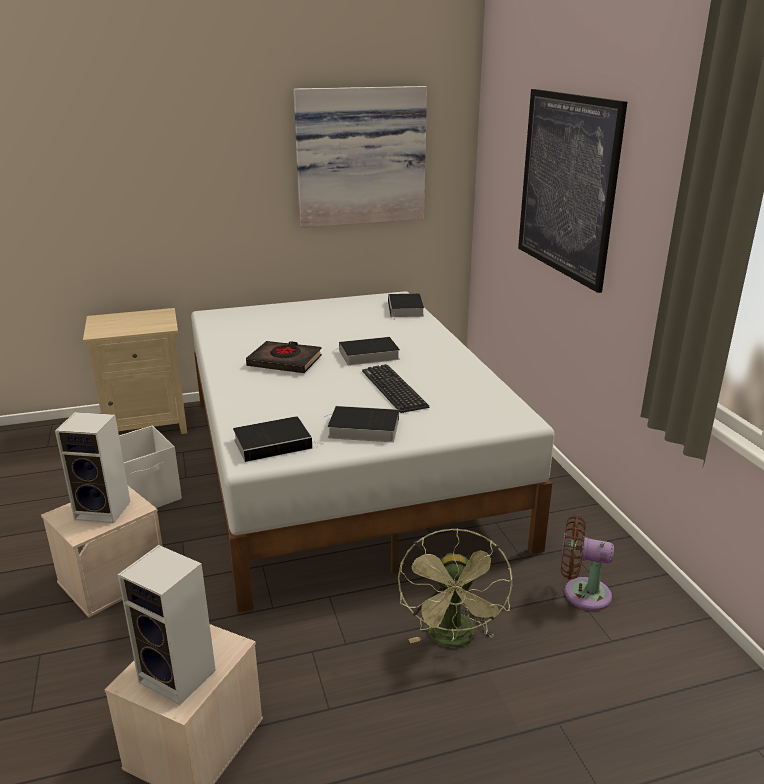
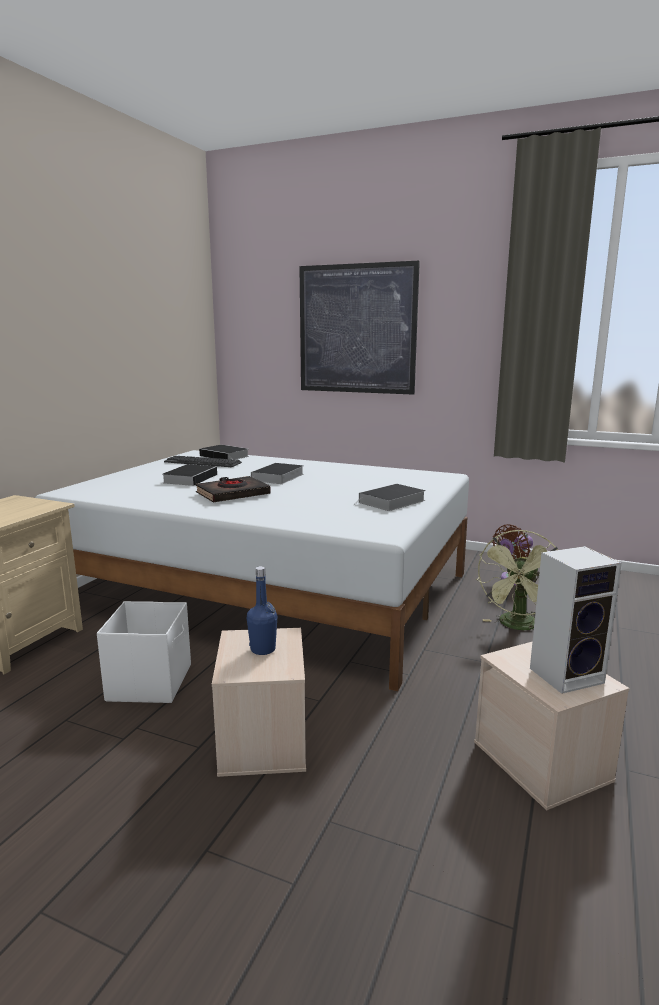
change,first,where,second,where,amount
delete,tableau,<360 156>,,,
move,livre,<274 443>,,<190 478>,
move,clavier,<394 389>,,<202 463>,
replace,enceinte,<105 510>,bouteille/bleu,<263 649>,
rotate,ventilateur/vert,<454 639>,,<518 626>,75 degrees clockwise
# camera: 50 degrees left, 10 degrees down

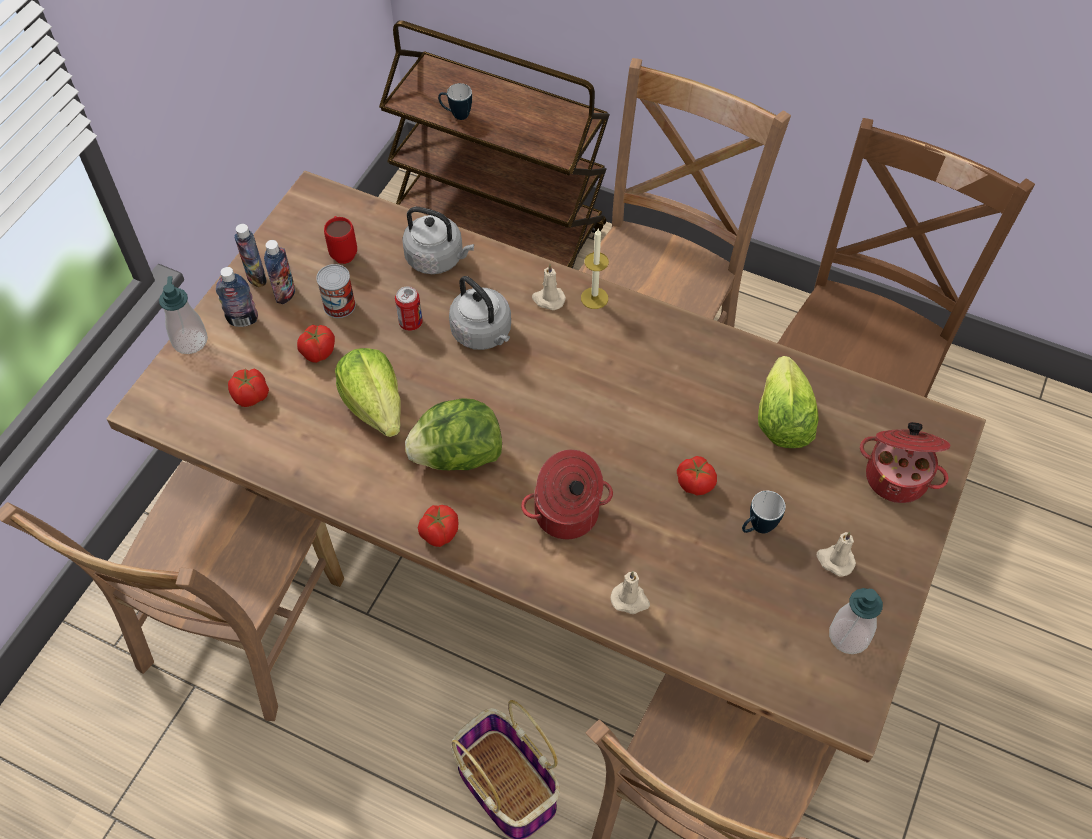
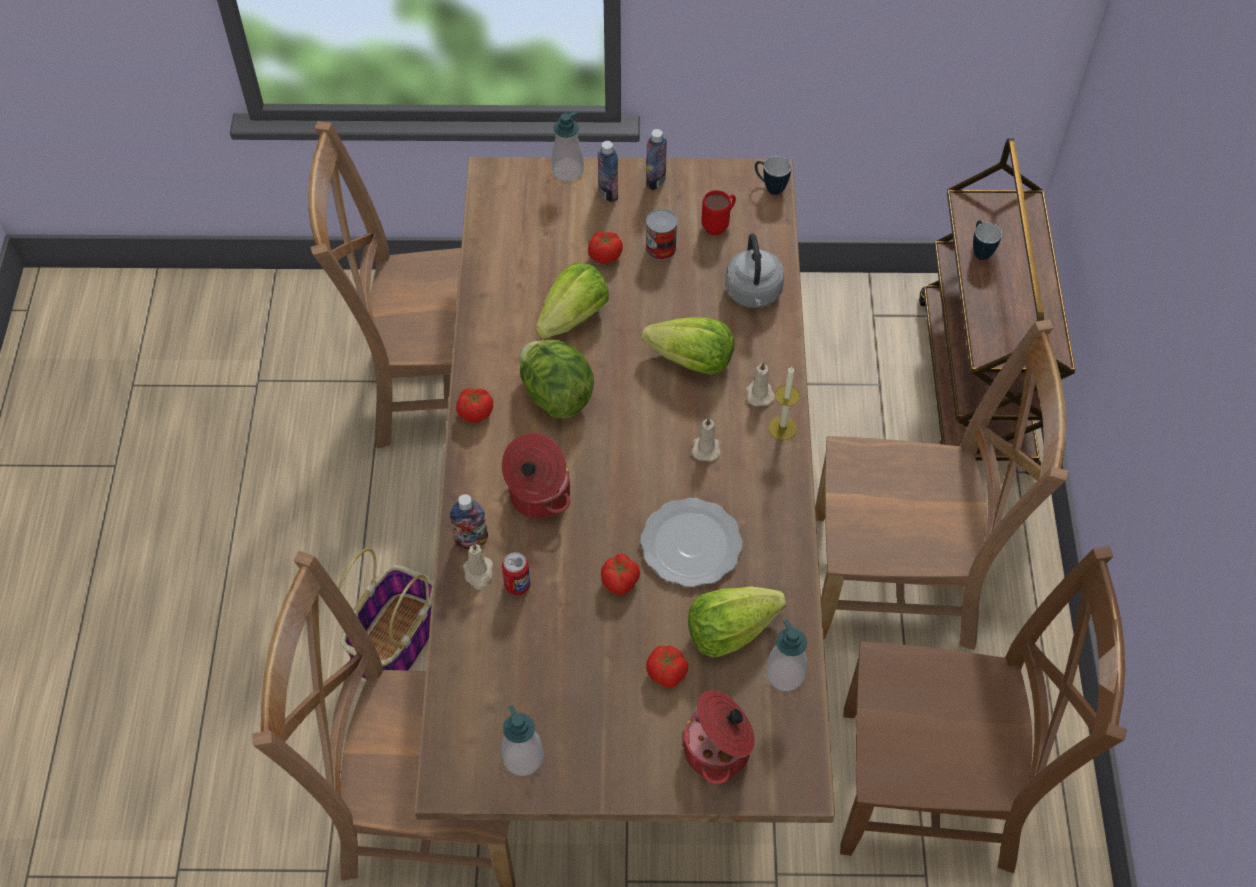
change,first,where,second,where,amount
insert,,,assiette,<692 546>,
insert,,,distributeur de savon,<785 674>,
move,tomate,<252 396>,,<667 674>,
move,bouteille,<285 293>,,<471 541>,
move,boîte métallique,<410 323>,,<517 585>,
move,mug,<757 528>,,<770 187>,
move,bougie/beige,<835 560>,,<706 447>,
replace,bouilloire/gris,<483 334>,laitue,<691 361>,
# camera: 65 degrees right, 0 degrees up

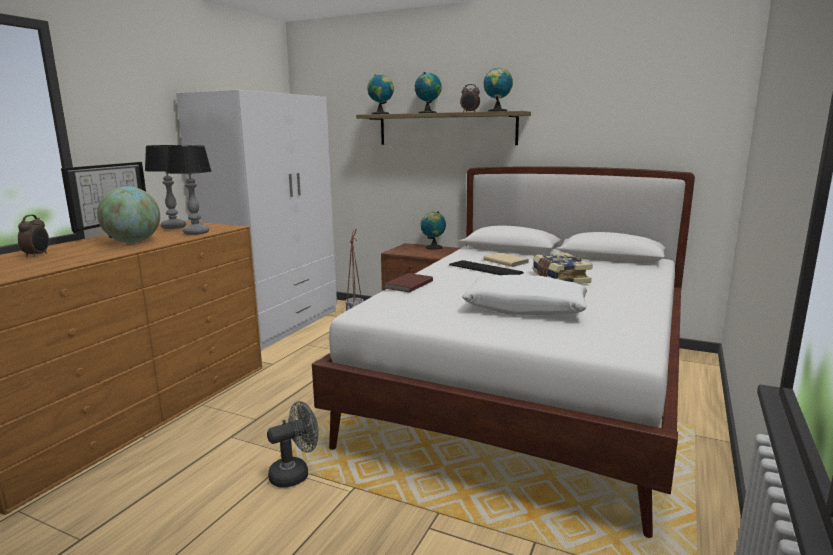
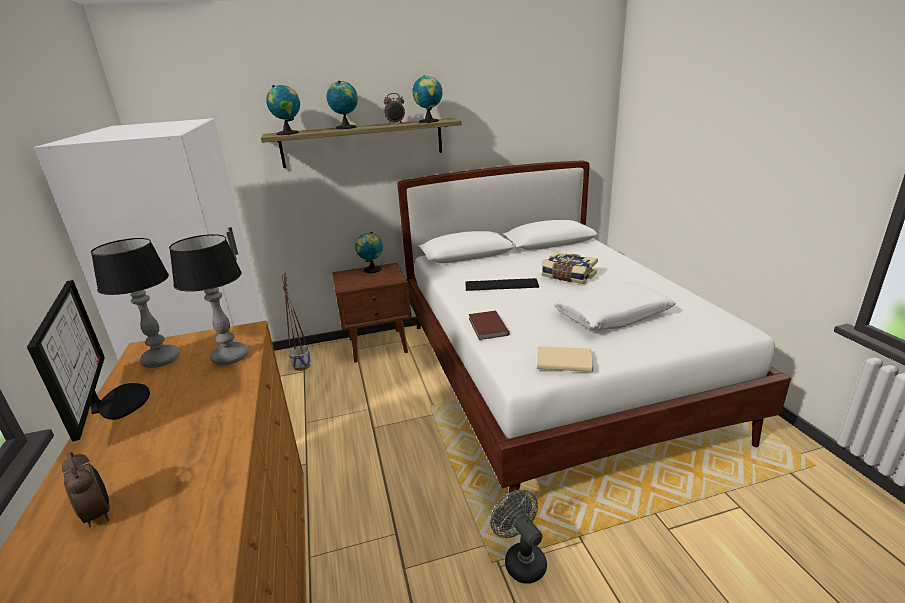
change,first,where,second,where,amount
delete,globe,<133 242>,,,
move,livre/beige,<506 261>,,<563 360>,
rotate,ventilateur/gris,<295 474>,,<521 559>,45 degrees counterclockwise
# camera: 40 degrees left, 10 degrees up

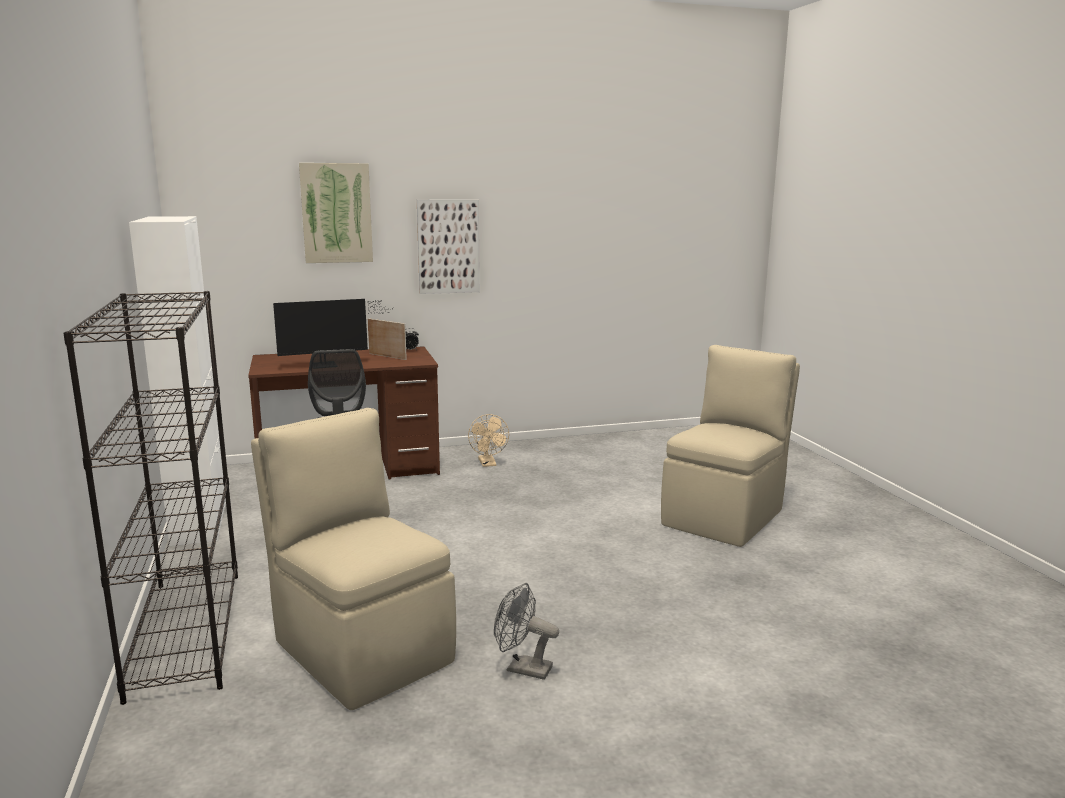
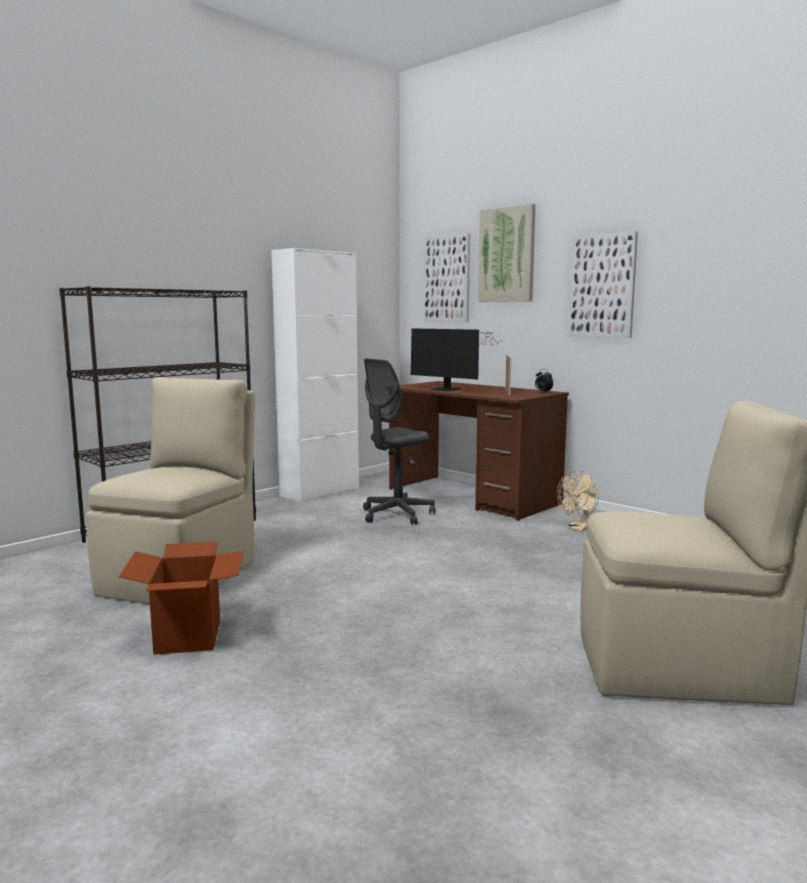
change,first,where,second,where,amount
insert,,,tableau,<447 279>,
replace,ventilateur/gris,<522 668>,carton,<188 636>,
# camera: 60 degrees right, 5 degrees down

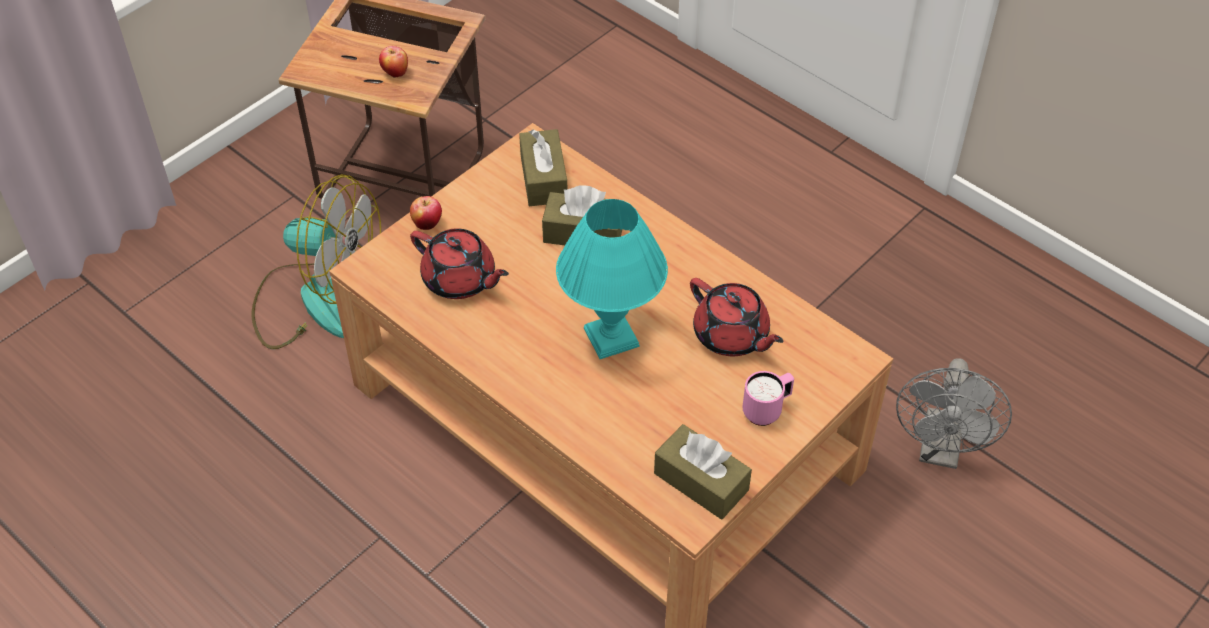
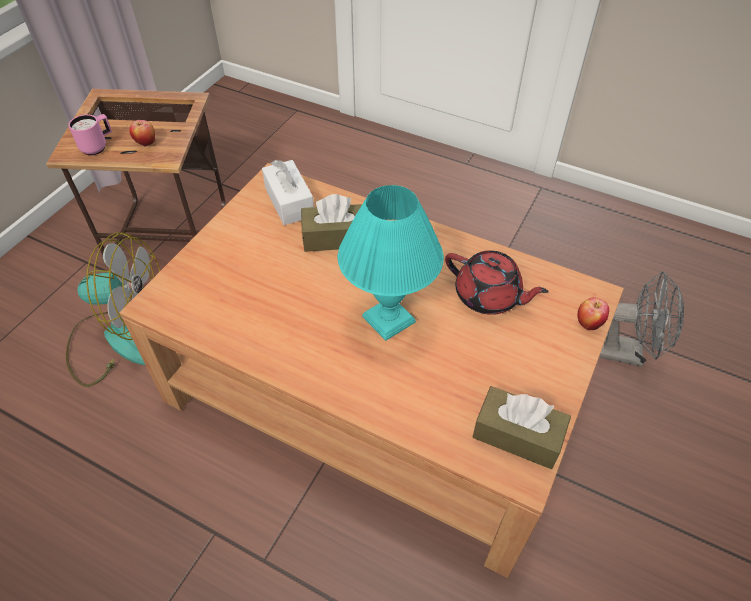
change,first,where,second,where,amount
delete,théière/rouge,<460 280>,,,
move,pomme,<427 224>,,<588 323>,
move,mug/rose,<767 410>,,<98 147>,
recolor,boîte à mouchoirs/marron,<543 178>,boîte à mouchoirs/blanc,<289 202>,
rotate,ventilateur/gris,<940 450>,,<626 352>,75 degrees counterclockwise
# camera: 15 degrees left, 0 degrees up

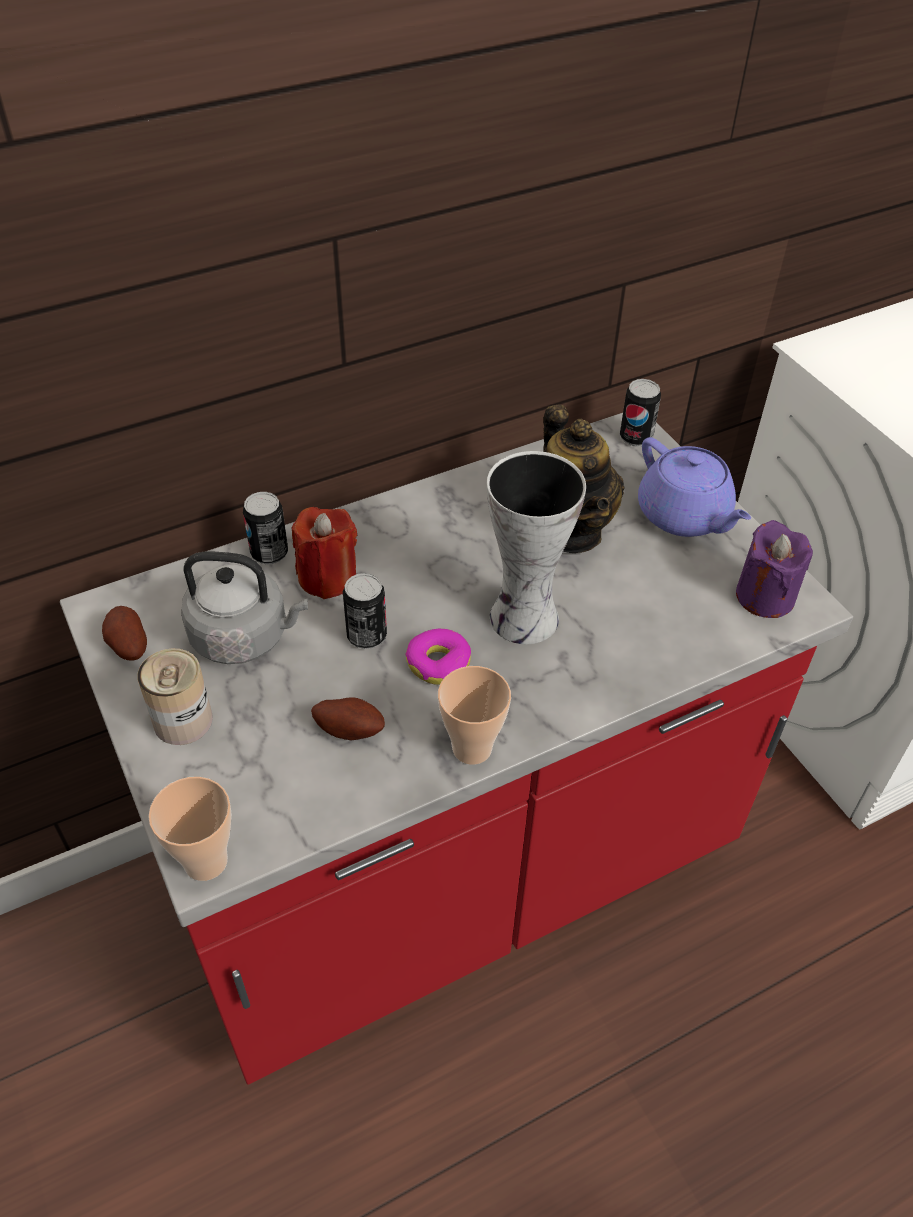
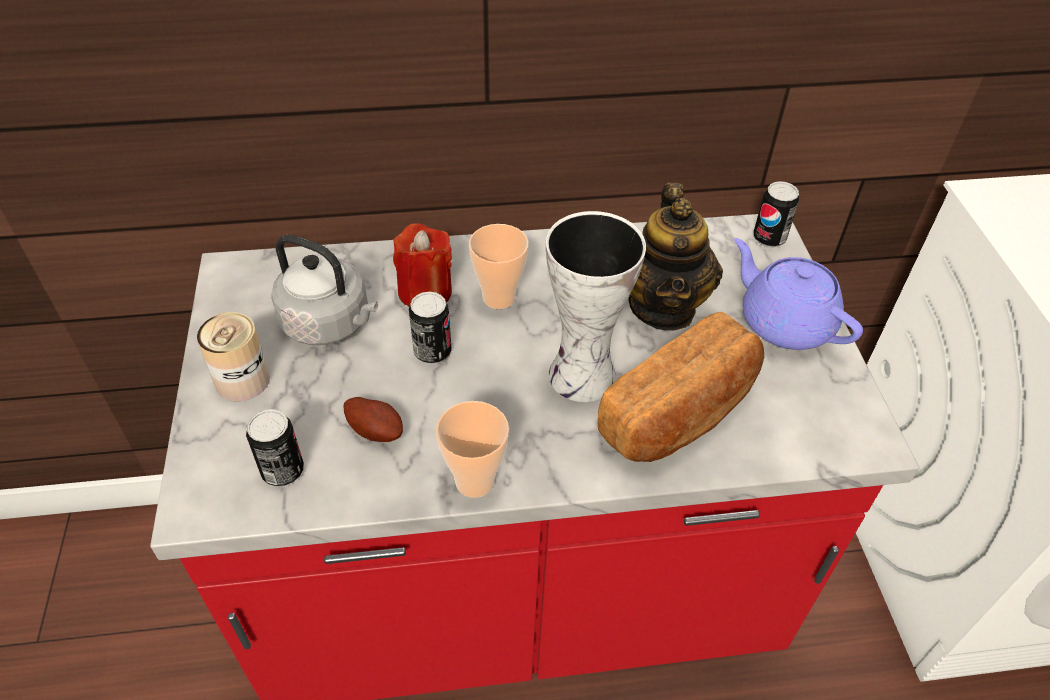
change,first,where,second,where,amount
delete,pomme de terre,<128 646>,,,
delete,beignet,<439 663>,,,
delete,bougie/violet,<765 596>,,,
insert,,,pain,<680 413>,
move,tasse,<205 861>,,<499 298>,
move,boîte métallique,<269 553>,,<283 471>,
rotate,théière/violet,<684 516>,,<784 322>,150 degrees clockwise
# camera: 20 degrees right, 0 degrees up

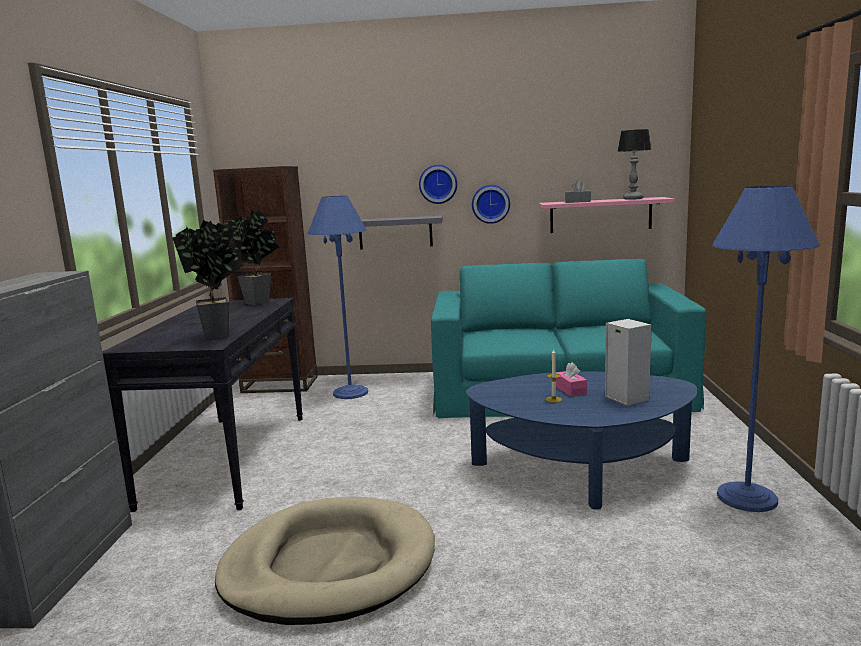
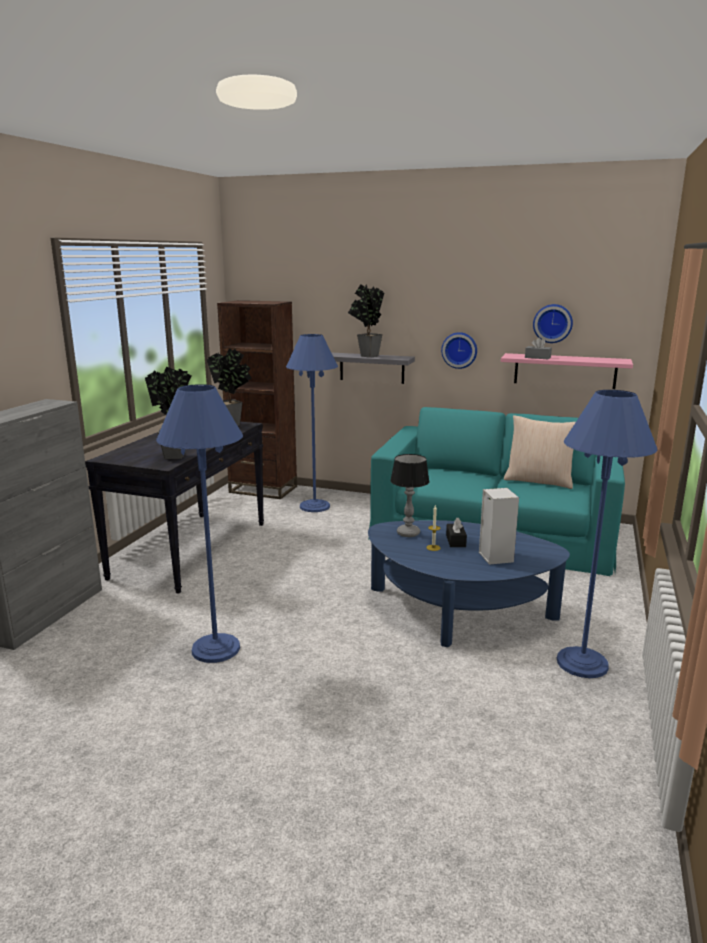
change,first,where,second,where,amount
insert,,,plante en pot,<366 356>,
insert,,,coussin/beige,<539 481>,
move,horloge murale,<438 184>,,<552 323>,
move,lampe de table,<633 199>,,<408 533>,
replace,panier pour chien/beige,<329 566>,lampadaire/bleu,<215 649>,
recolor,boîte à mouchoirs/rose,<570 390>,boîte à mouchoirs/noir,<455 541>,
# camera: 15 degrees right, 5 degrees up

